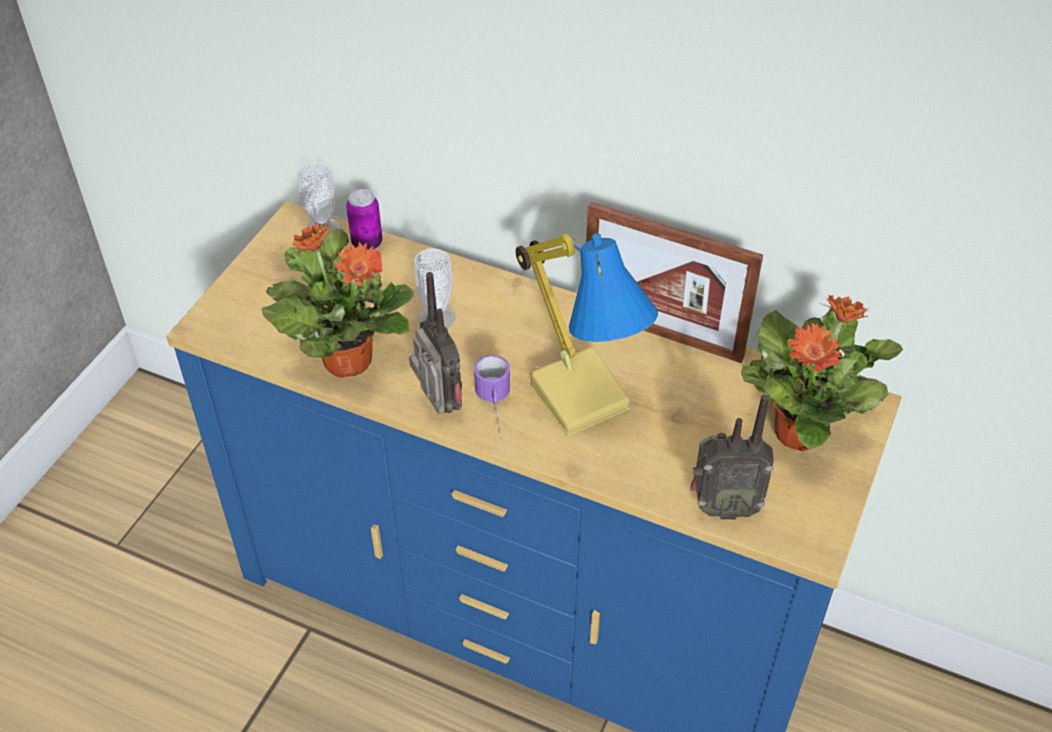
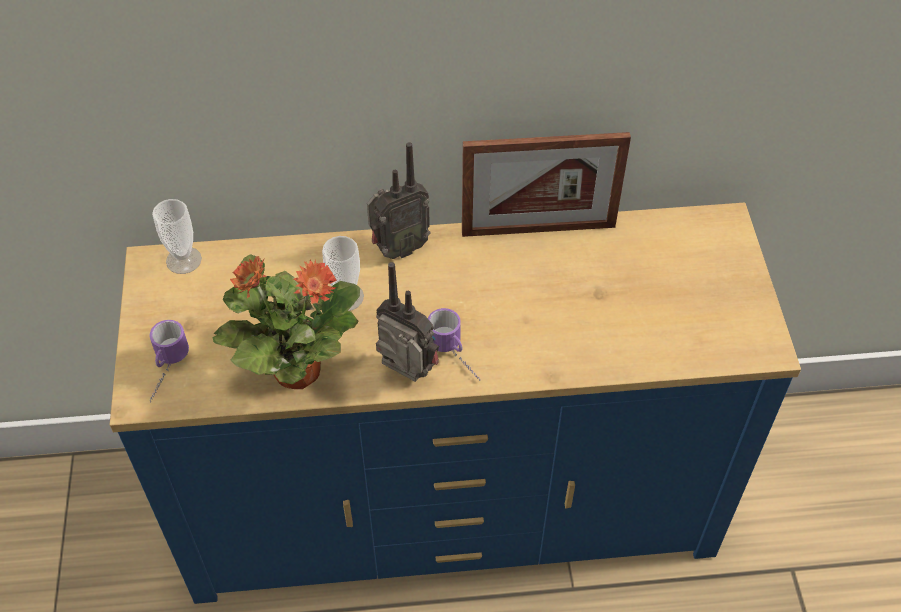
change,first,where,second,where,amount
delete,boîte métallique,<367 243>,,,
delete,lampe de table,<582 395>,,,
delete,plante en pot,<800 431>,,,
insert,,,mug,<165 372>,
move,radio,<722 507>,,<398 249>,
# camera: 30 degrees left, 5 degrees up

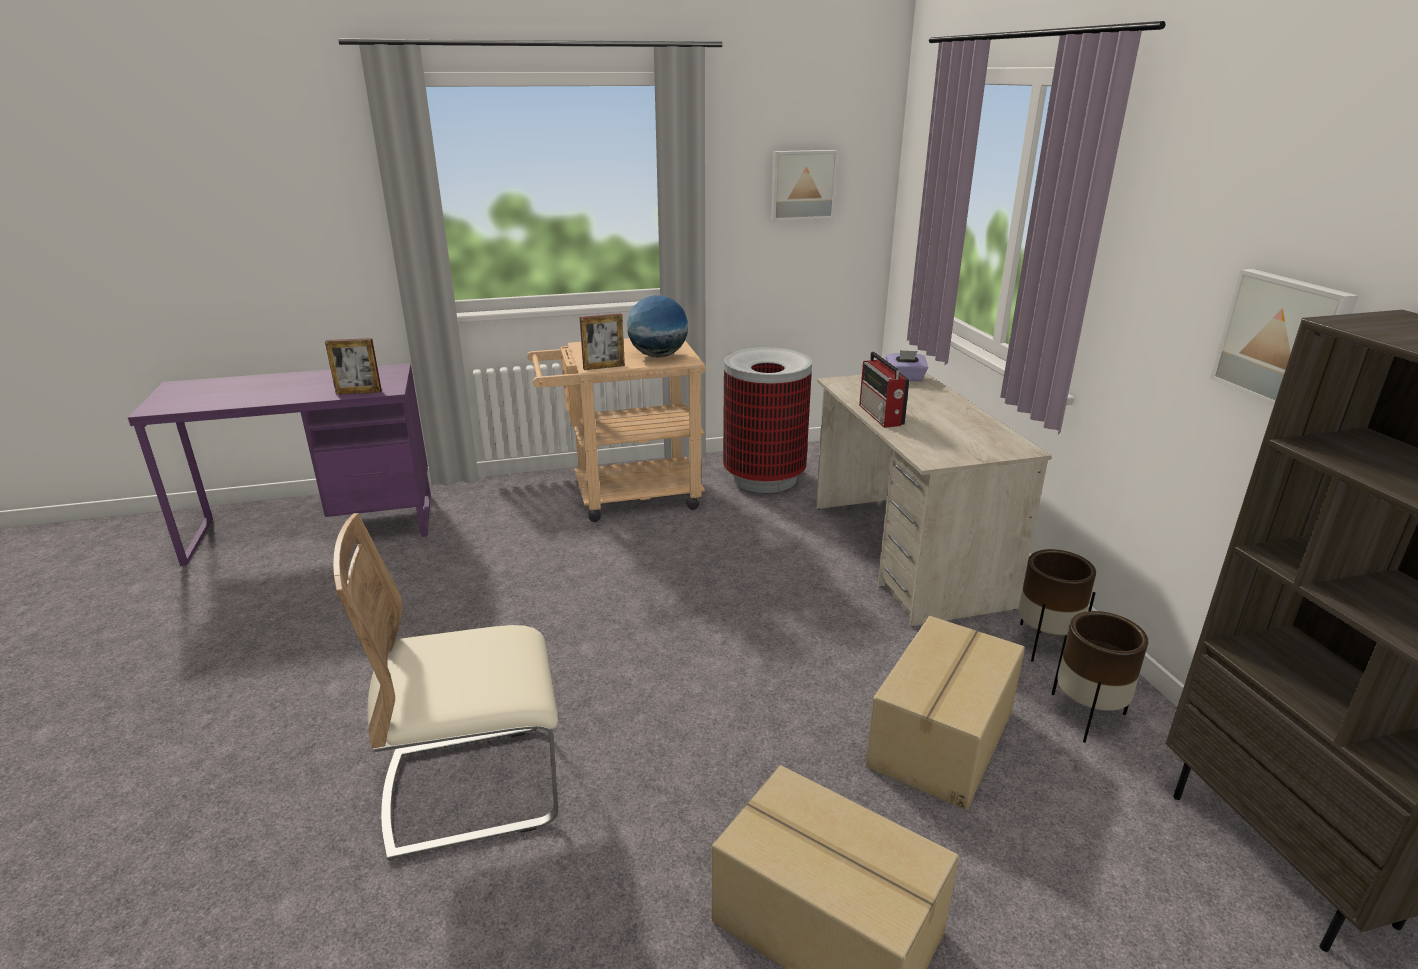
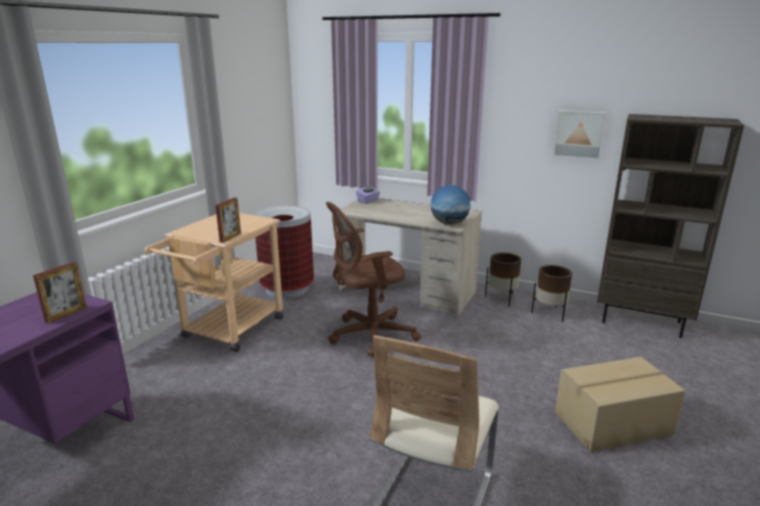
change,first,where,second,where,amount
delete,tableau,<802 185>,,,
delete,radio,<881 416>,,,
delete,carton,<943 739>,,,
insert,,,chaise de bureau/marron,<368 335>,
move,globe,<658 356>,,<449 223>,
# camera: 50 degrees left, 5 degrees down

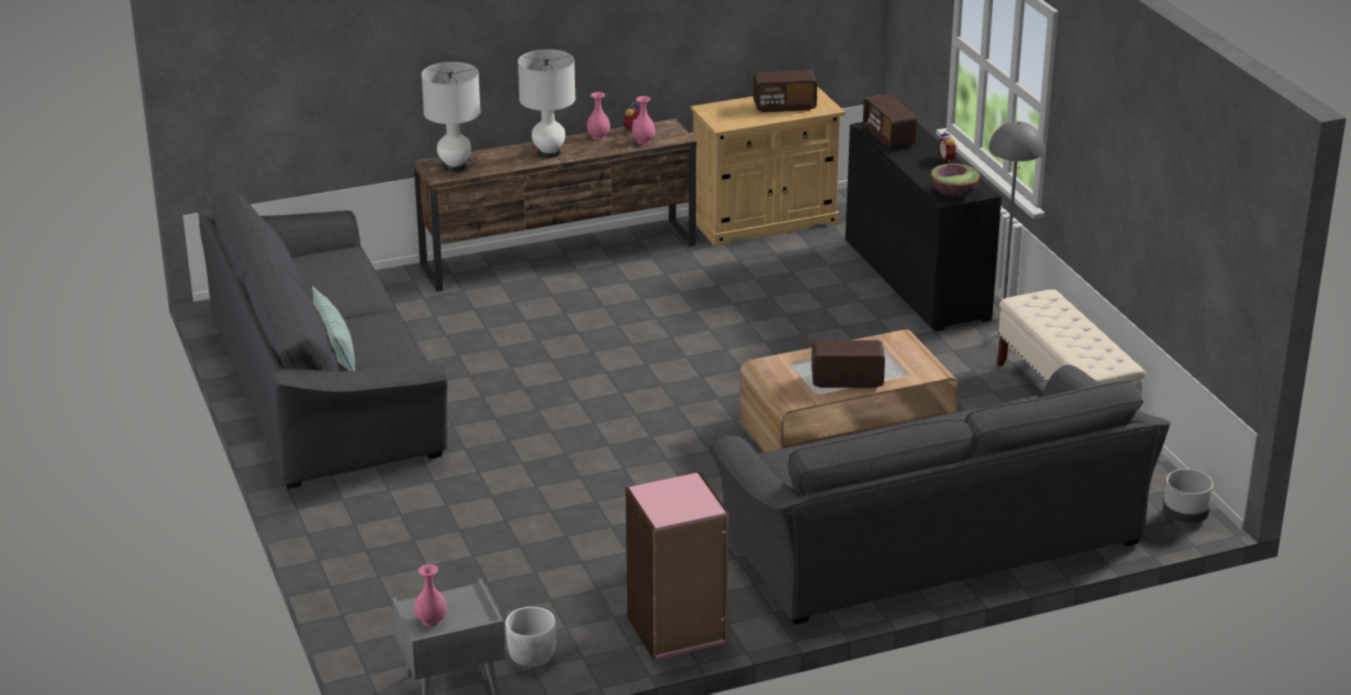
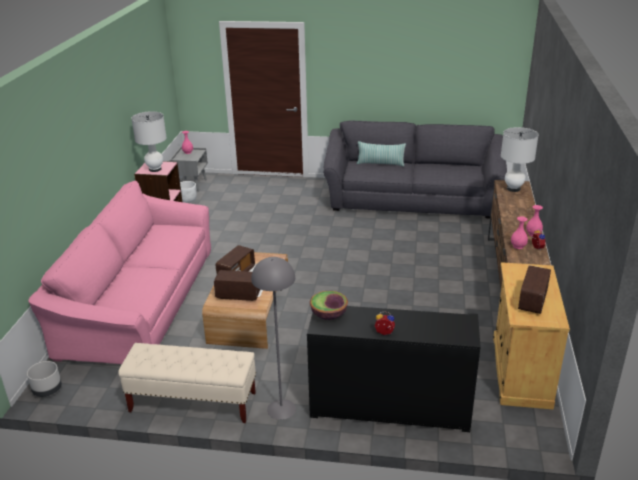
change,first,where,second,where,amount
move,lampe de table/blanc,<548 153>,,<155 169>,
move,radio,<888 137>,,<238 295>,
recolor,canapé/gris,<931 537>,canapé/rose,<140 302>,
# camera: 120 degrees right, 0 degrees up

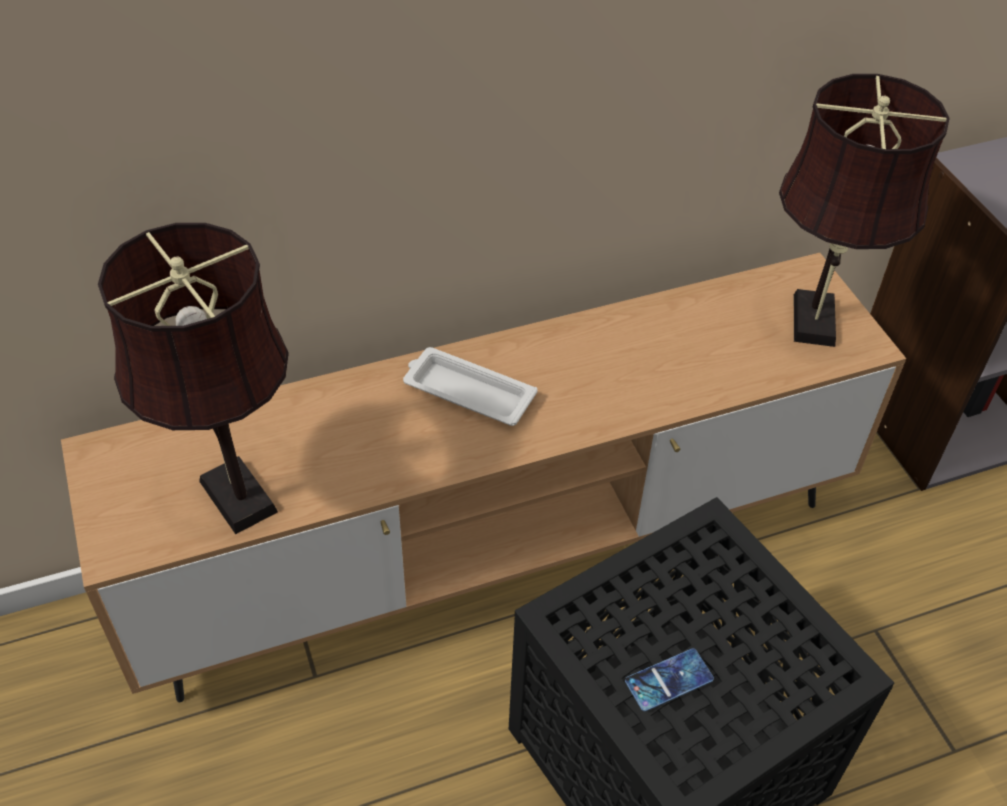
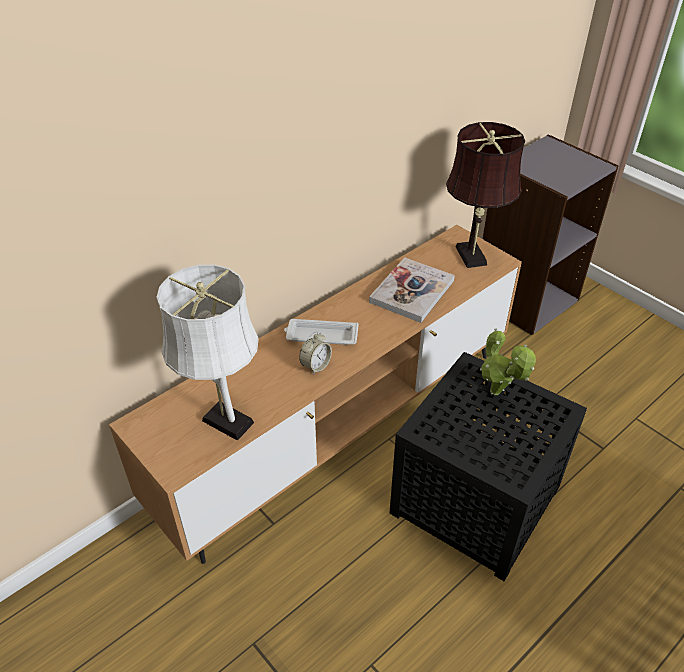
change,first,where,second,where,amount
delete,téléphone,<669 680>,,,
insert,,,réveil,<316 366>,
insert,,,livre,<412 291>,
insert,,,plante en pot,<498 394>,
recolor,lampe de table/marron,<234 490>,lampe de table/blanc,<224 419>,
# camera: 20 degrees left, 5 degrees down

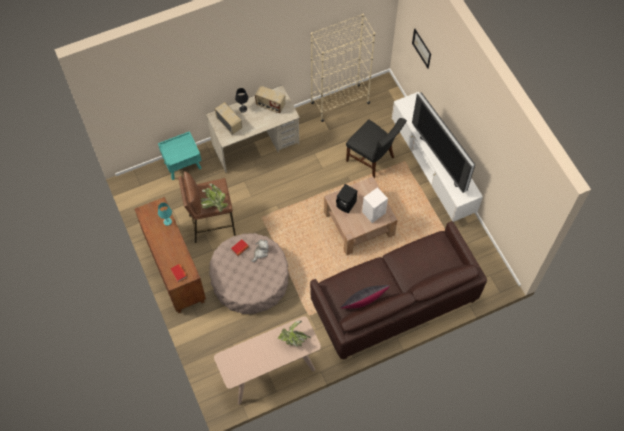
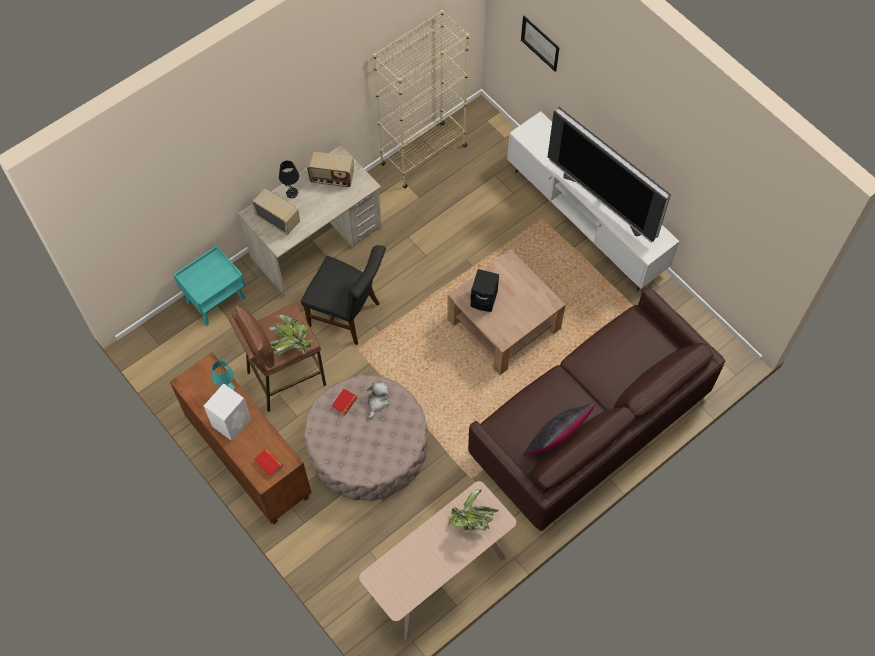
change,first,where,second,where,amount
move,chaise/noir,<373 160>,,<348 315>,
move,enceinte/blanc,<374 212>,,<232 422>,
# camera: 15 degrees left, 0 degrees up

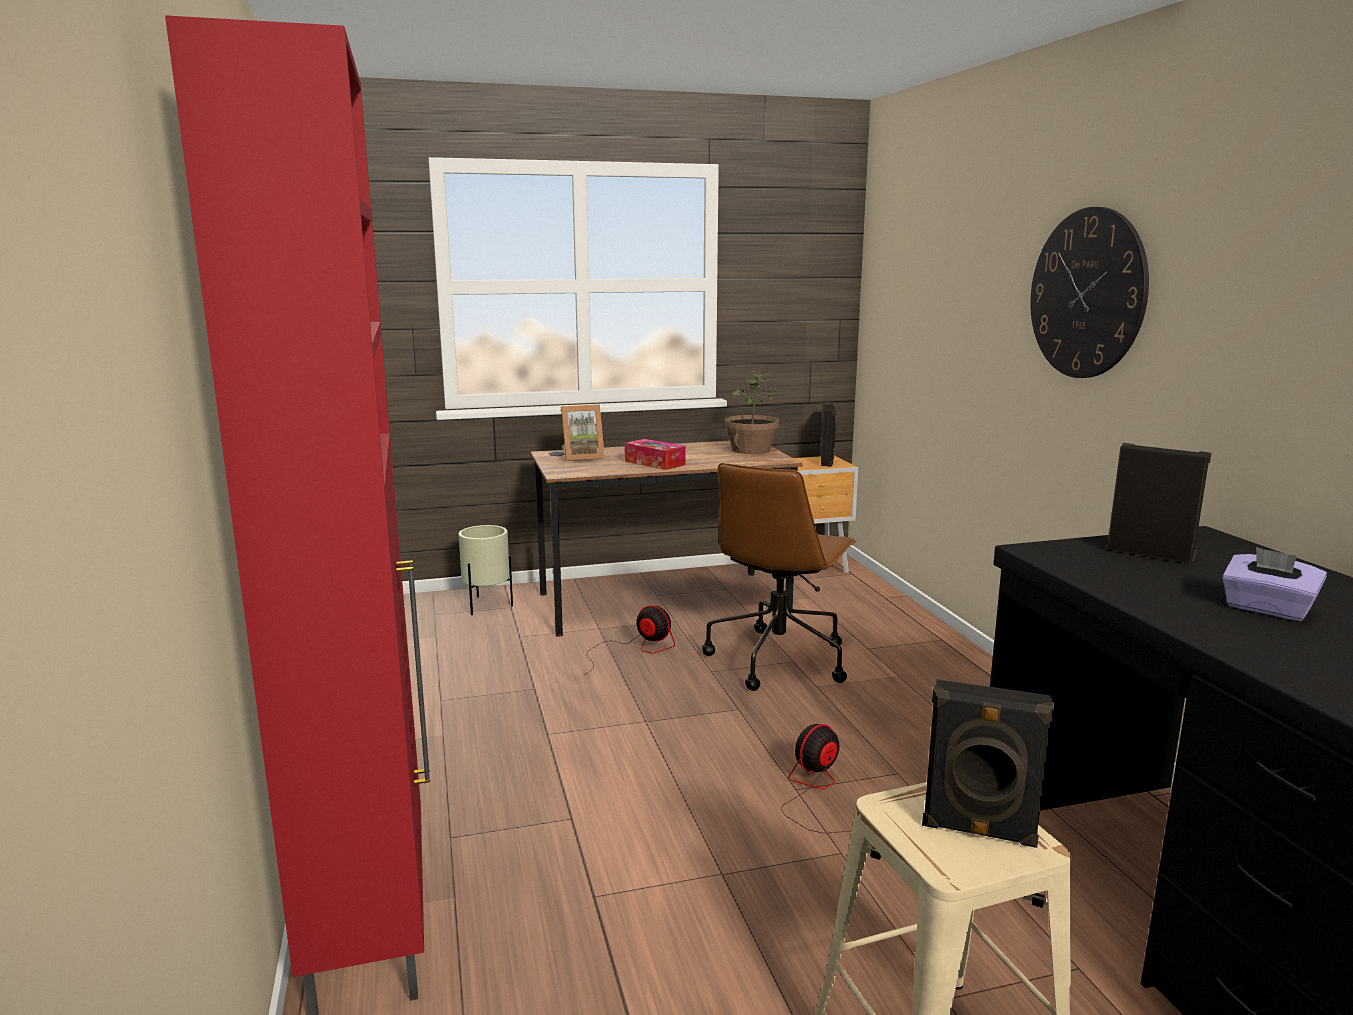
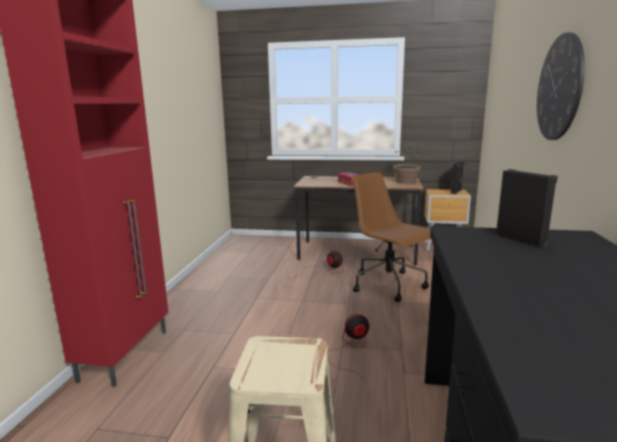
change,first,where,second,where,amount
delete,cache-pot/beige,<487 606>,,,
delete,cadre photo,<582 457>,,,
delete,enceinte/noir,<978 831>,,,
delete,boîte à mouchoirs/violet,<1267 609>,,,
rotate,chaise de bureau/marron,<778 659>,,<389 285>,90 degrees clockwise
# camera: 25 degrees right, 0 degrees up

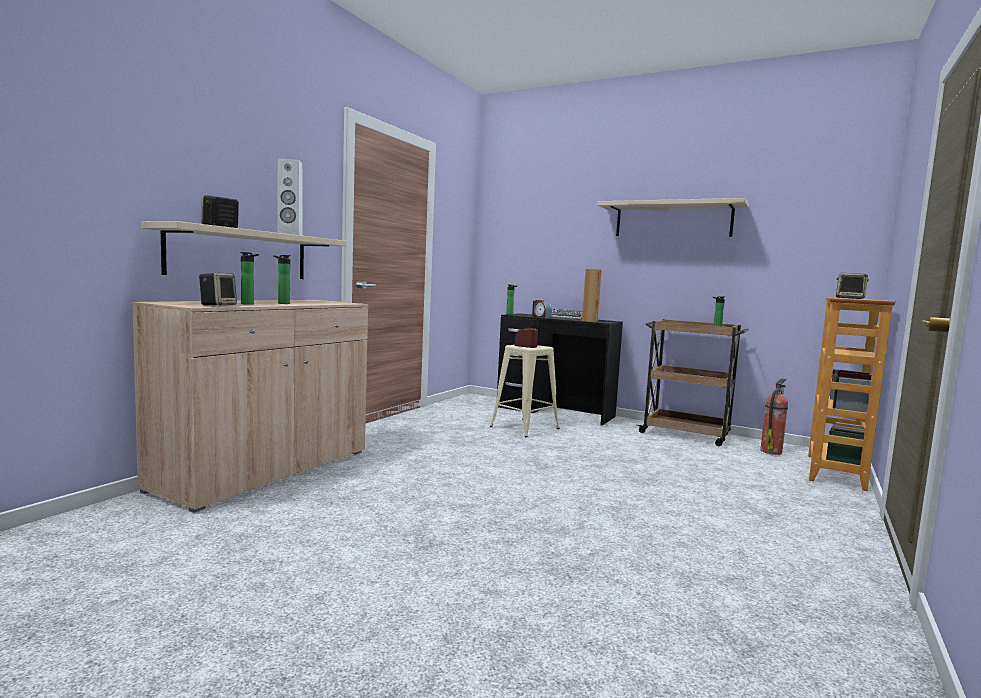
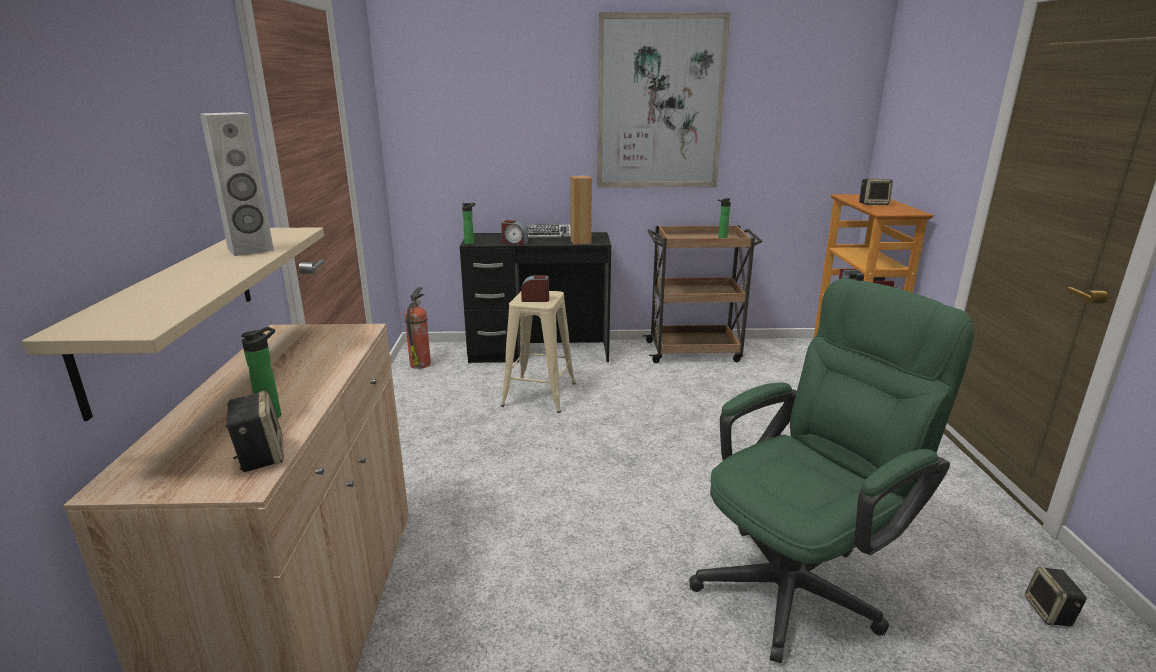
change,first,where,second,where,amount
delete,bouteille,<282 303>,,,
insert,,,chaise de bureau/vert,<801 581>,
move,enceinte,<220 227>,,<1050 613>,
move,extincteur,<771 451>,,<421 364>,
replace,étagère/beige,<673 220>,tableau,<660 103>,
# camera: 30 degrees left, 15 degrees up

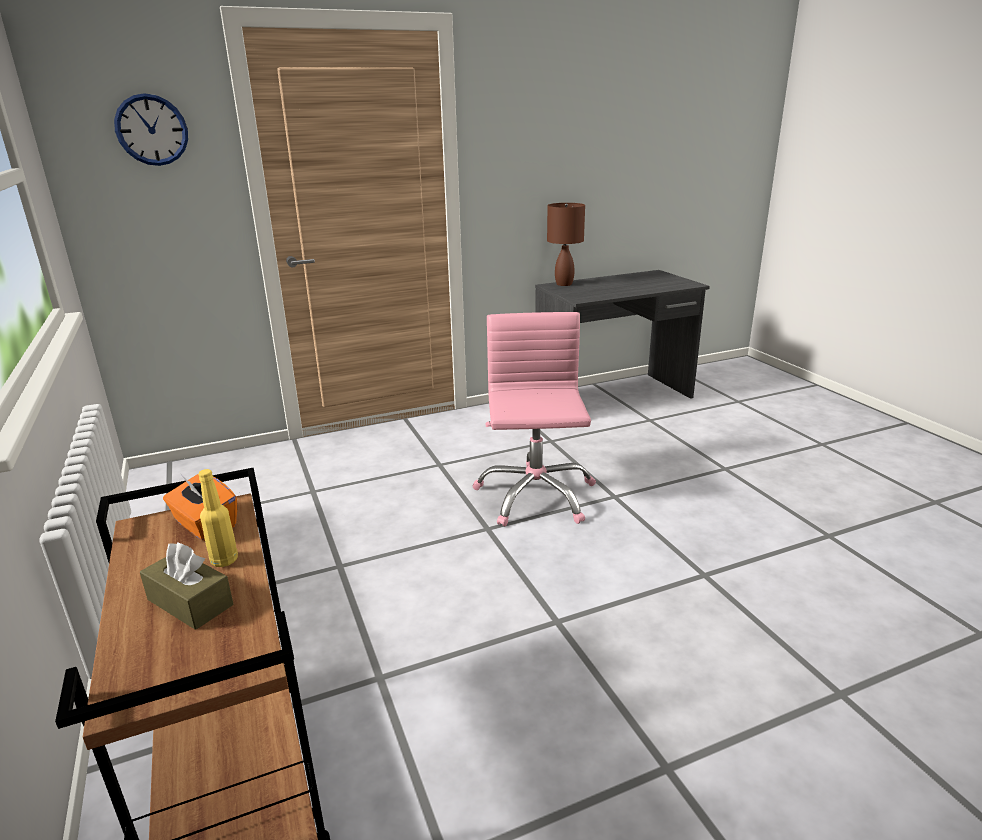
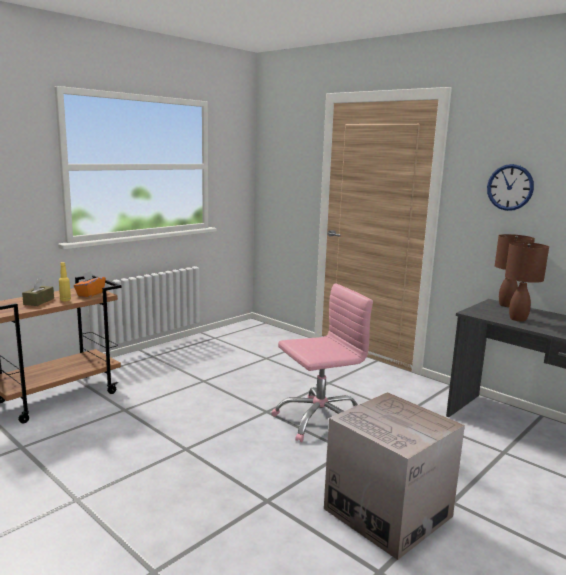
change,first,where,second,where,amount
insert,,,carton,<387 512>,
insert,,,lampe de table/marron,<517 319>,
move,horloge murale,<152 130>,,<510 187>,
# camera: 65 degrees right, 10 degrees down

